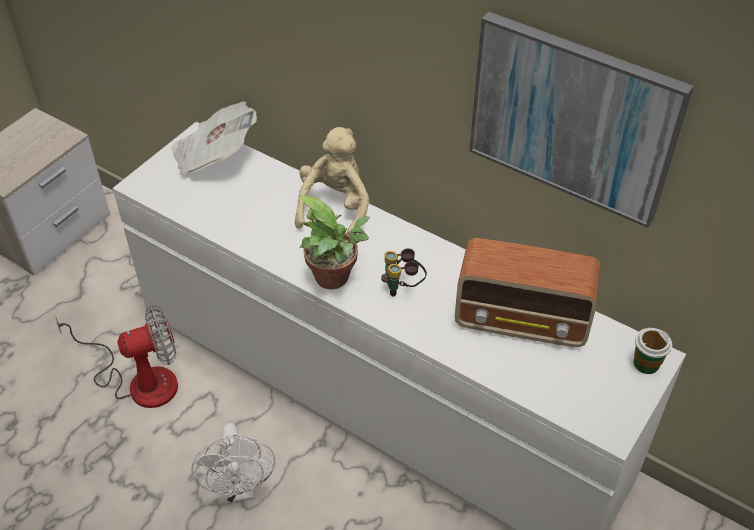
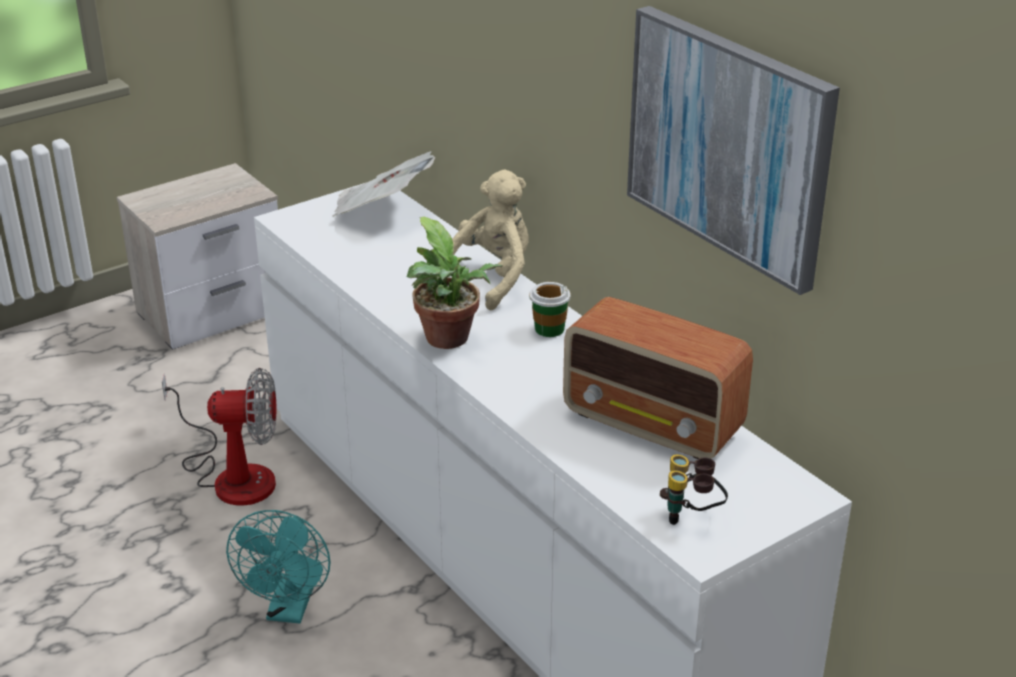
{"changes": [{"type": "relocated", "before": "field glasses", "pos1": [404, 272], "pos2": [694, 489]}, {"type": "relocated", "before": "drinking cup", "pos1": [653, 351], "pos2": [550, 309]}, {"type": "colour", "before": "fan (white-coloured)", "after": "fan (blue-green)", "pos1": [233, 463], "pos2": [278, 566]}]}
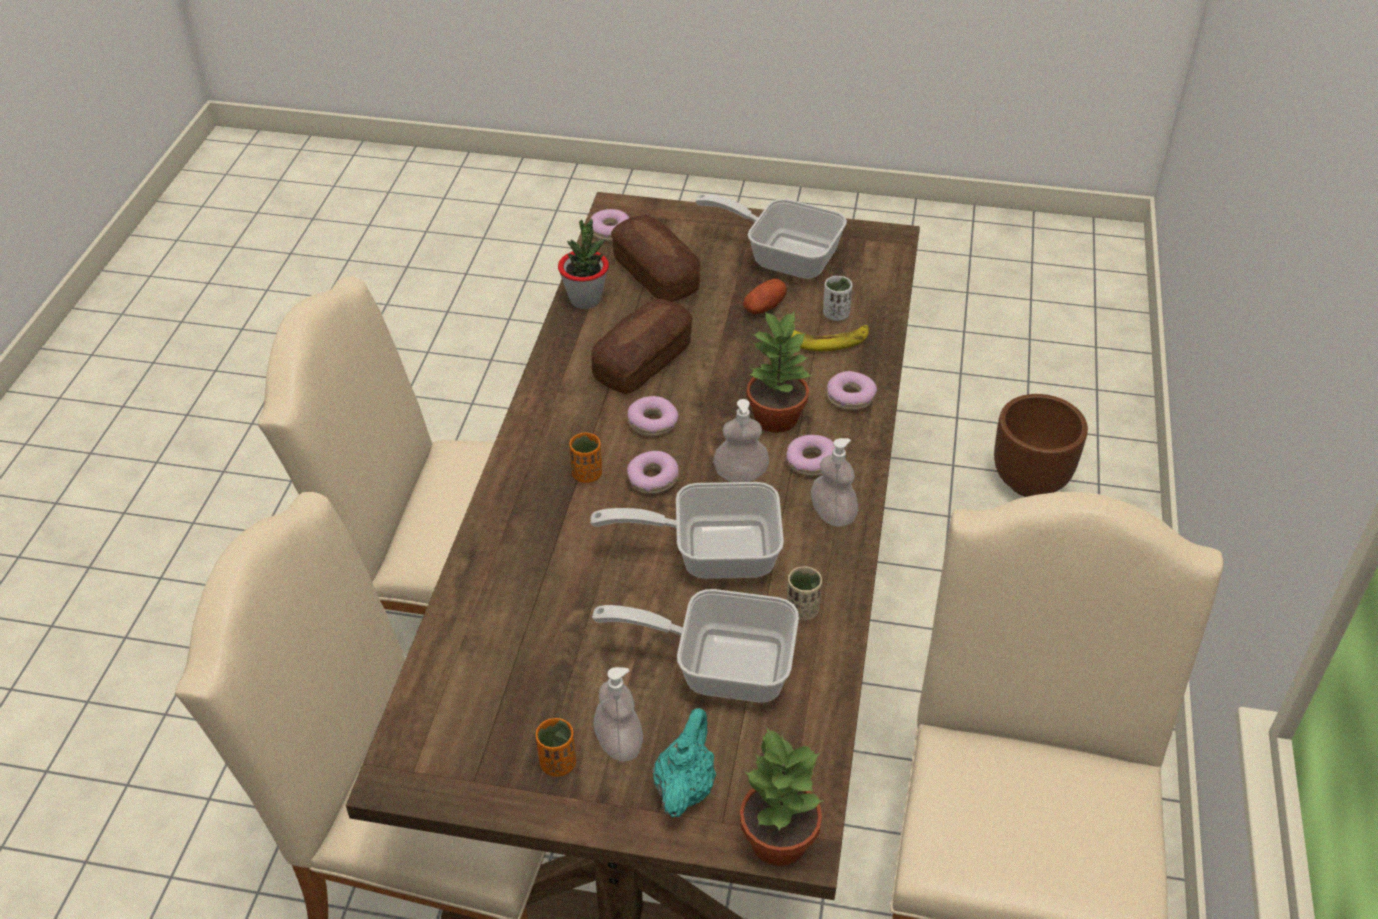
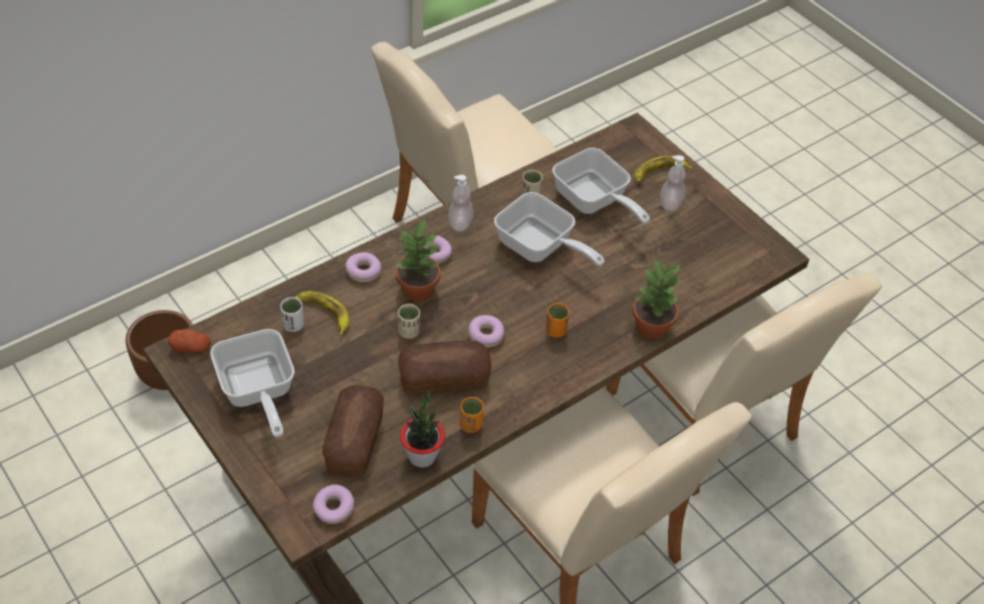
{"changes": [{"type": "relocated", "before": "spud", "pos1": [765, 296], "pos2": [189, 341]}, {"type": "missing", "before": "soap dispenser", "pos1": [741, 440]}, {"type": "missing", "before": "ring doughnut", "pos1": [653, 472]}, {"type": "exchanged", "before": "pot for tea (blue-green)", "after": "banana fruit", "pos1": [684, 763], "pos2": [663, 169]}, {"type": "relocated", "before": "drinking cup (orangey)", "pos1": [556, 747], "pos2": [472, 415]}, {"type": "relocated", "before": "potted plant", "pos1": [782, 796], "pos2": [656, 299]}, {"type": "appeared", "after": "drinking cup (beige-coloured)", "pos2": [409, 321]}]}
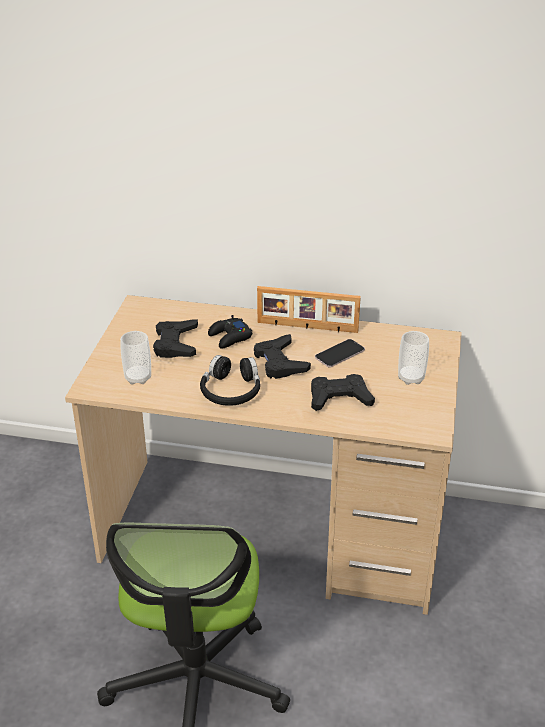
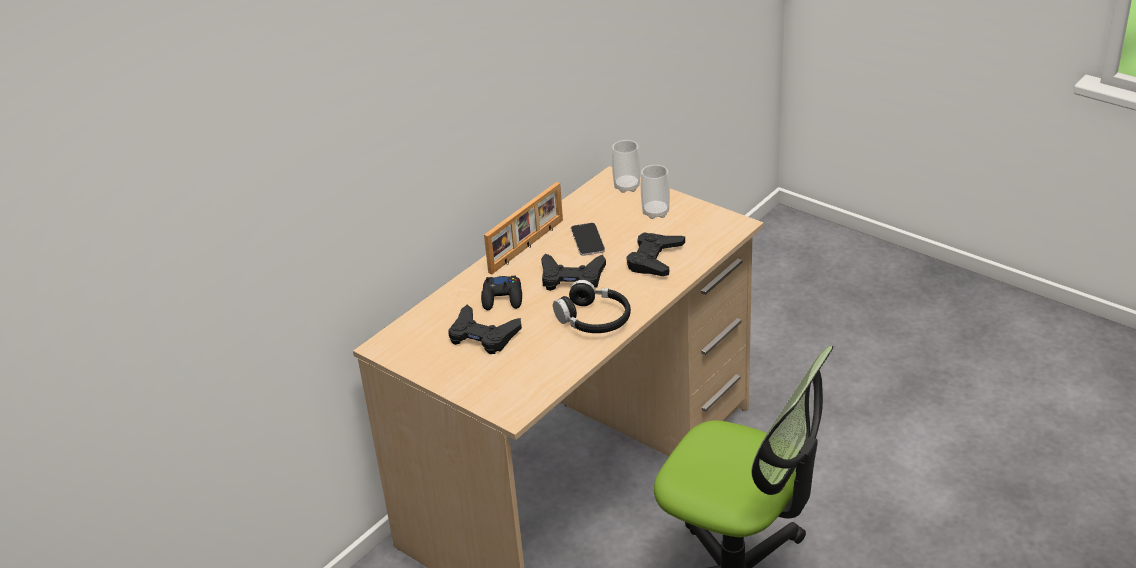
{"changes": [{"type": "relocated", "before": "drinking cup", "pos1": [135, 358], "pos2": [626, 166]}]}
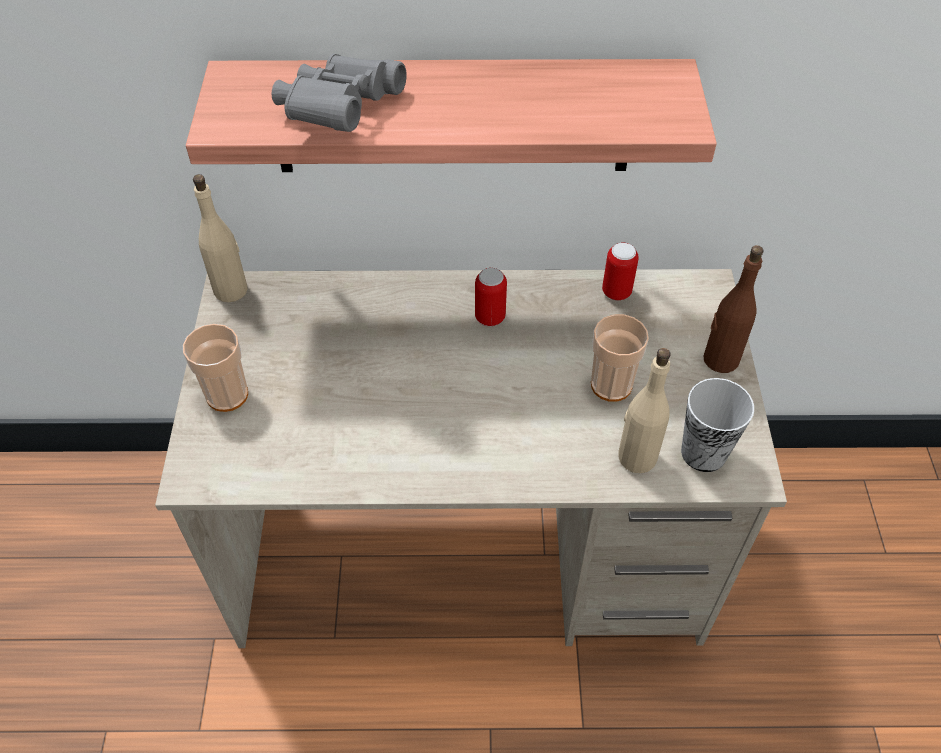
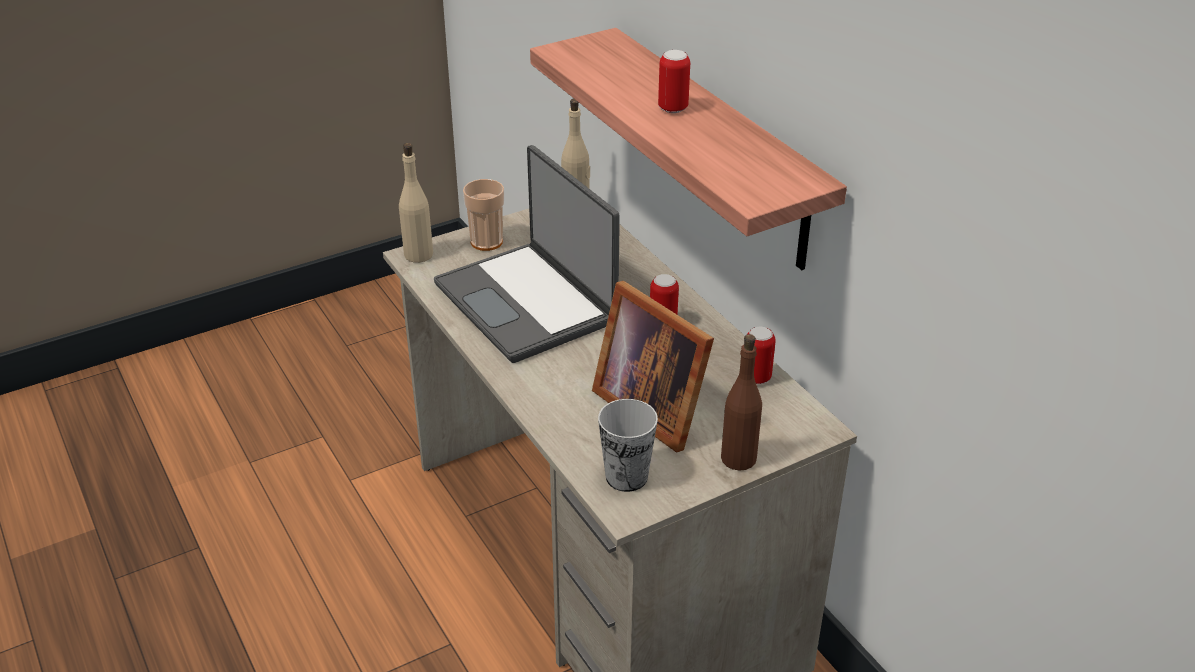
{"changes": [{"type": "missing", "before": "field glasses (grey)", "pos1": [339, 93]}, {"type": "exchanged", "before": "drinking cup", "after": "standing frame", "pos1": [620, 358], "pos2": [653, 366]}, {"type": "relocated", "before": "bottle (beige-coloured)", "pos1": [644, 410], "pos2": [416, 203]}, {"type": "appeared", "after": "metal can", "pos2": [674, 81]}, {"type": "appeared", "after": "portable computer", "pos2": [527, 254]}]}
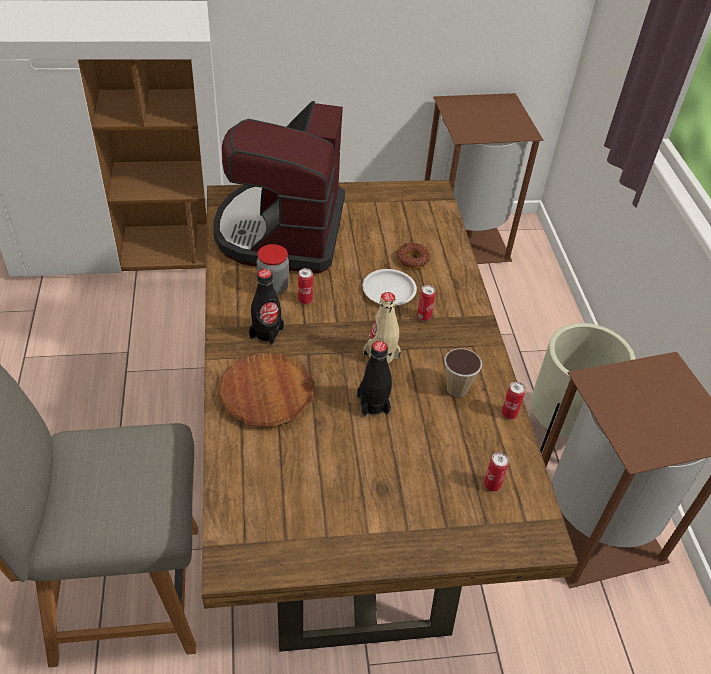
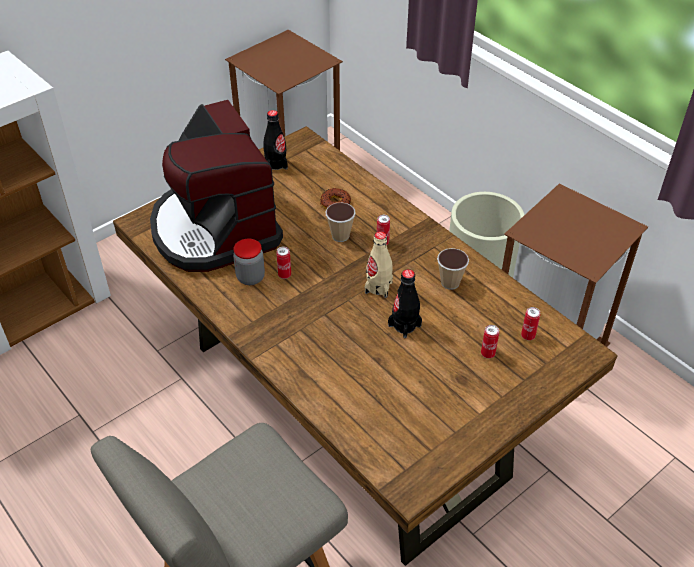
{"changes": [{"type": "relocated", "before": "bottle (black)", "pos1": [266, 307], "pos2": [275, 140]}, {"type": "exchanged", "before": "flat dish (white-coloured)", "after": "drinking cup", "pos1": [389, 287], "pos2": [340, 222]}, {"type": "missing", "before": "flat dish (brown-coloured)", "pos1": [266, 390]}, {"type": "relocated", "before": "metal can", "pos1": [513, 400], "pos2": [490, 341]}]}
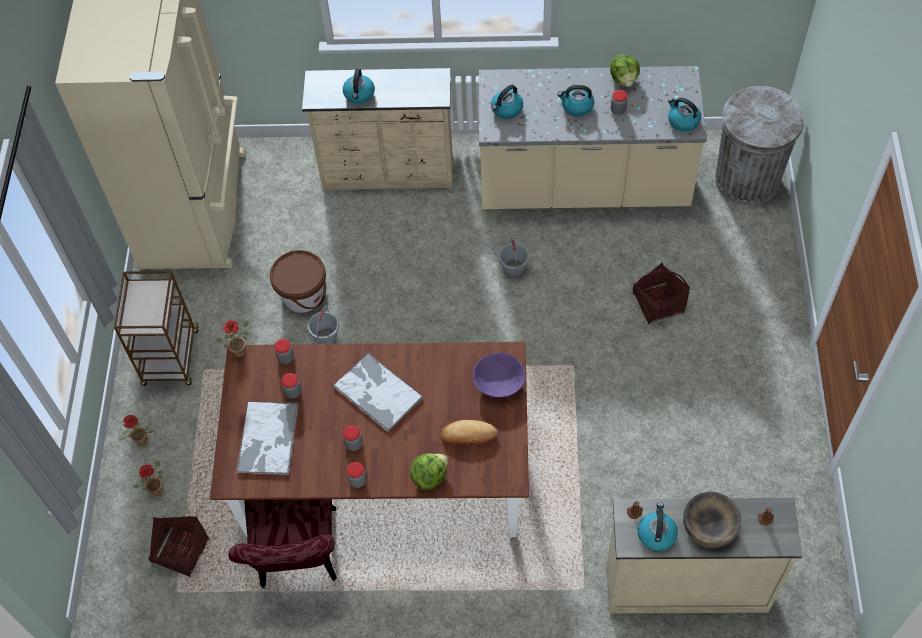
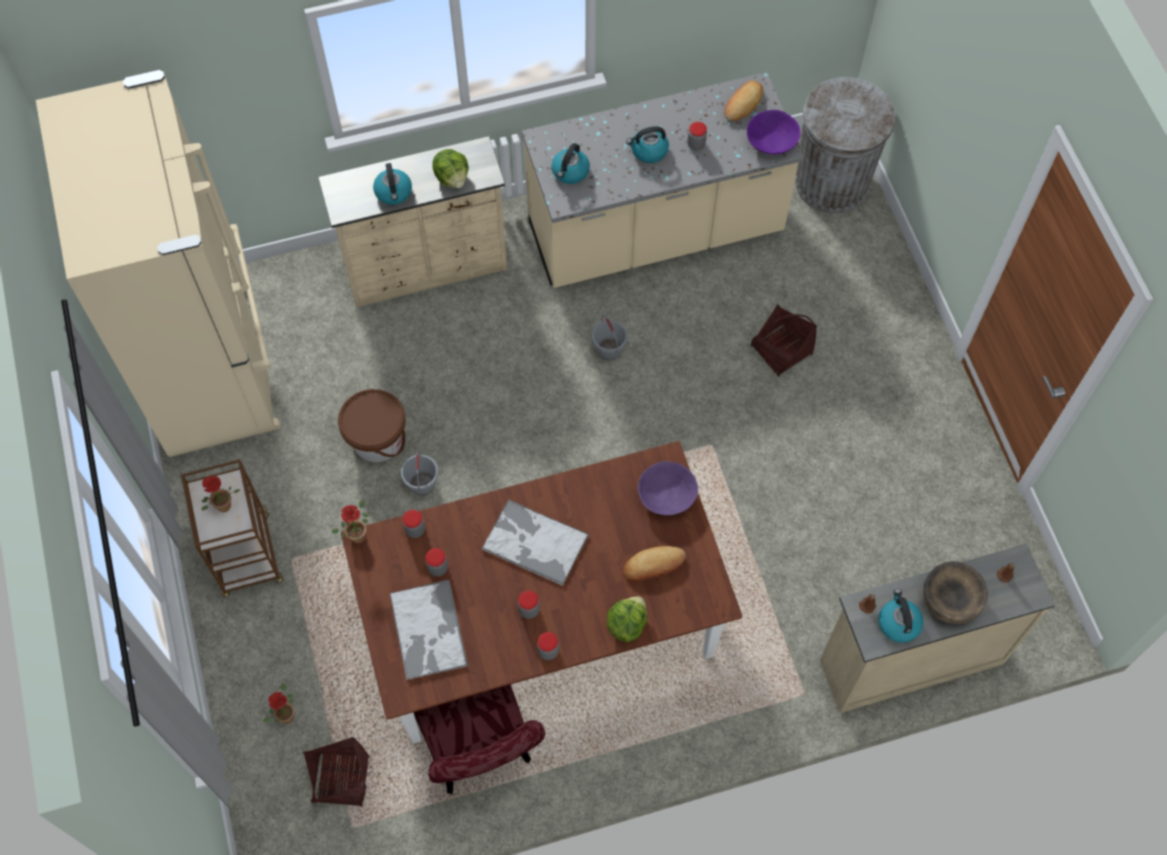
{"changes": [{"type": "relocated", "before": "head of lettuce", "pos1": [625, 70], "pos2": [450, 168]}, {"type": "exchanged", "before": "water kettle", "after": "deep dish (purplish)", "pos1": [684, 114], "pos2": [774, 132]}, {"type": "relocated", "before": "potted plant", "pos1": [136, 430], "pos2": [221, 494]}, {"type": "appeared", "after": "baked bread", "pos2": [743, 100]}]}
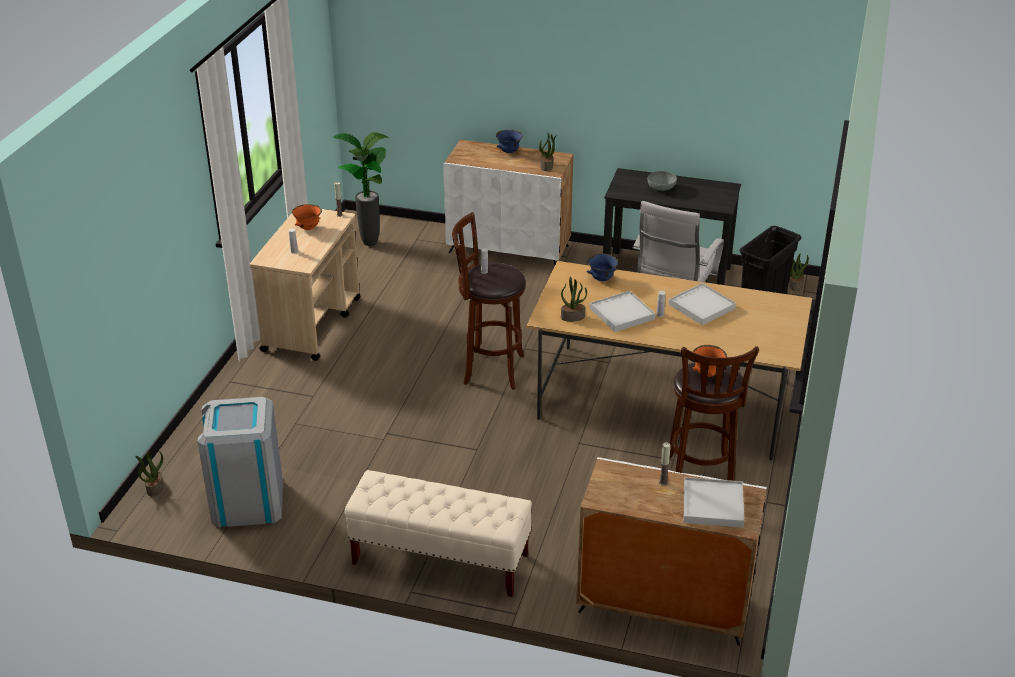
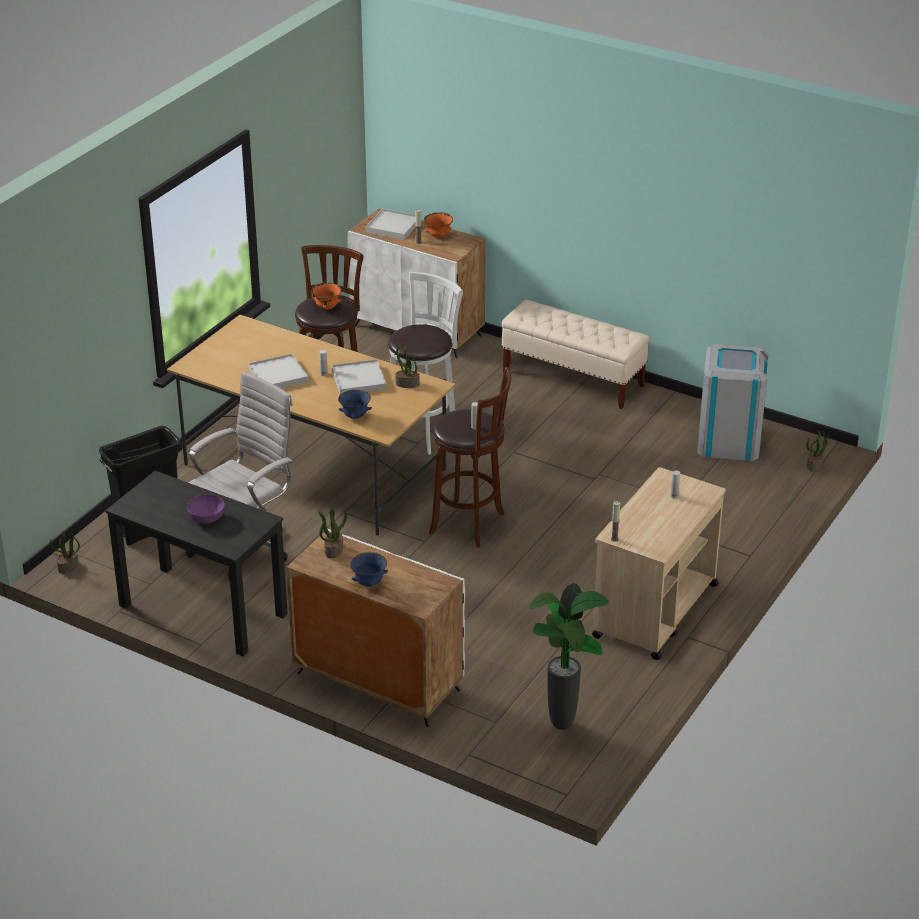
{"changes": [{"type": "colour", "before": "deep dish (grey)", "after": "deep dish (purplish)", "pos1": [662, 181], "pos2": [206, 509]}, {"type": "relocated", "before": "deep dish (orangey)", "pos1": [307, 217], "pos2": [438, 225]}, {"type": "appeared", "after": "stool seat (white-coloured)", "pos2": [425, 363]}]}
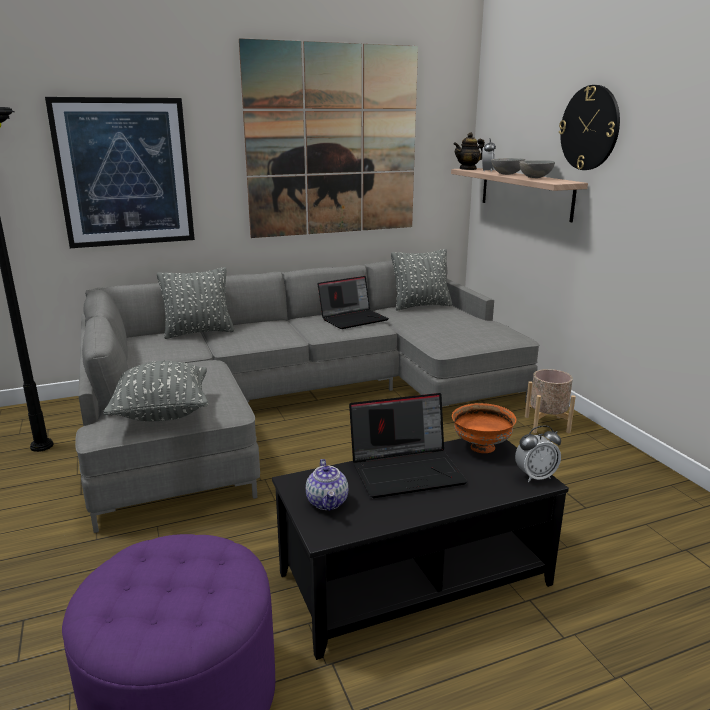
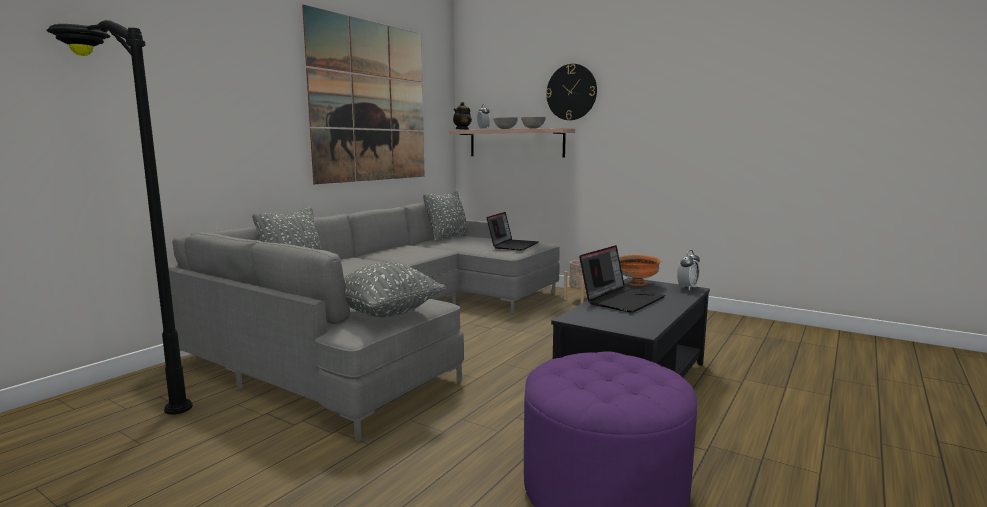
{"changes": [{"type": "missing", "before": "wall picture", "pos1": [120, 172]}, {"type": "relocated", "before": "portable computer", "pos1": [353, 302], "pos2": [513, 231]}, {"type": "missing", "before": "pot for tea", "pos1": [327, 485]}]}
